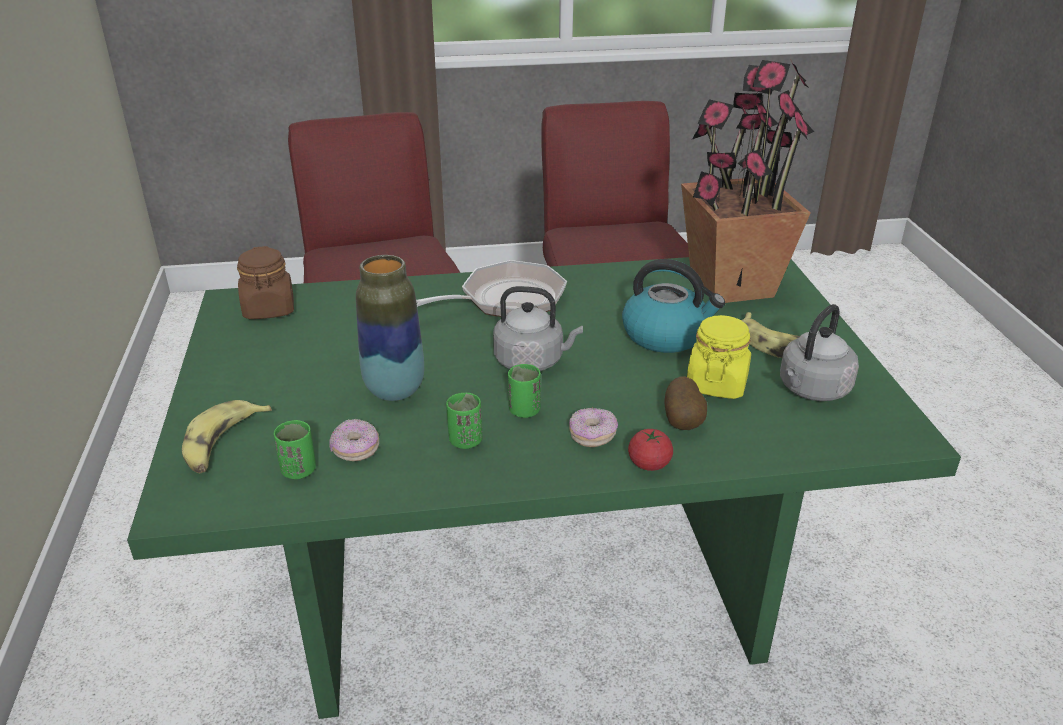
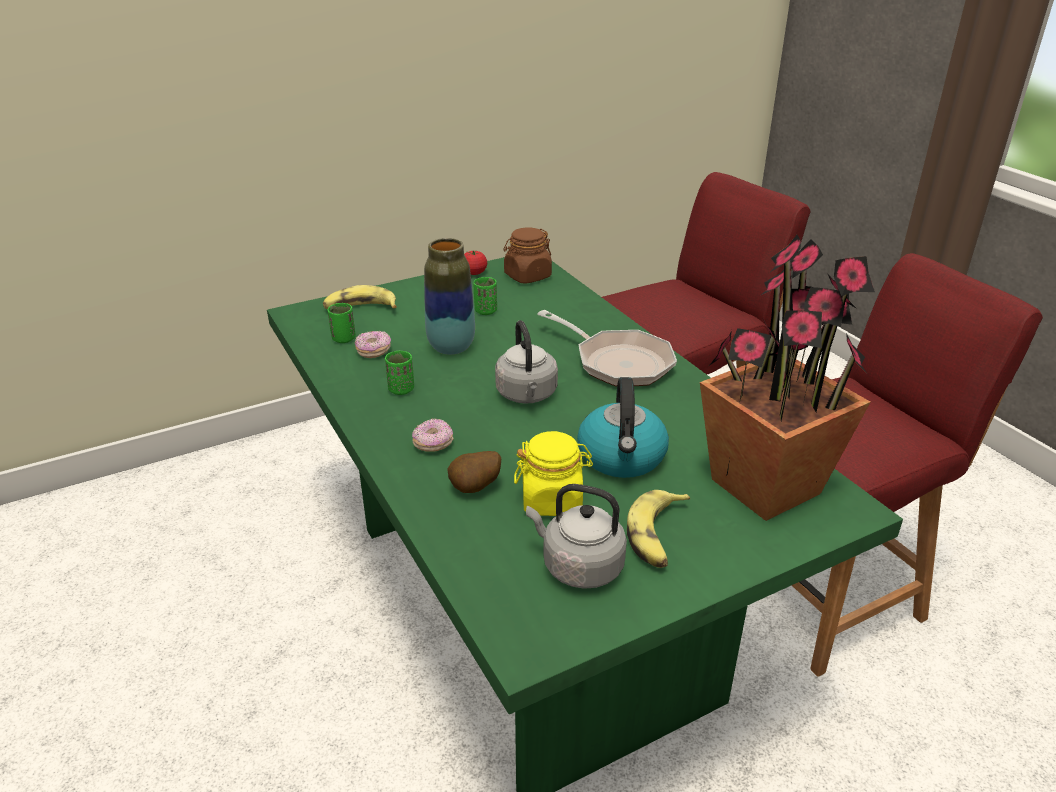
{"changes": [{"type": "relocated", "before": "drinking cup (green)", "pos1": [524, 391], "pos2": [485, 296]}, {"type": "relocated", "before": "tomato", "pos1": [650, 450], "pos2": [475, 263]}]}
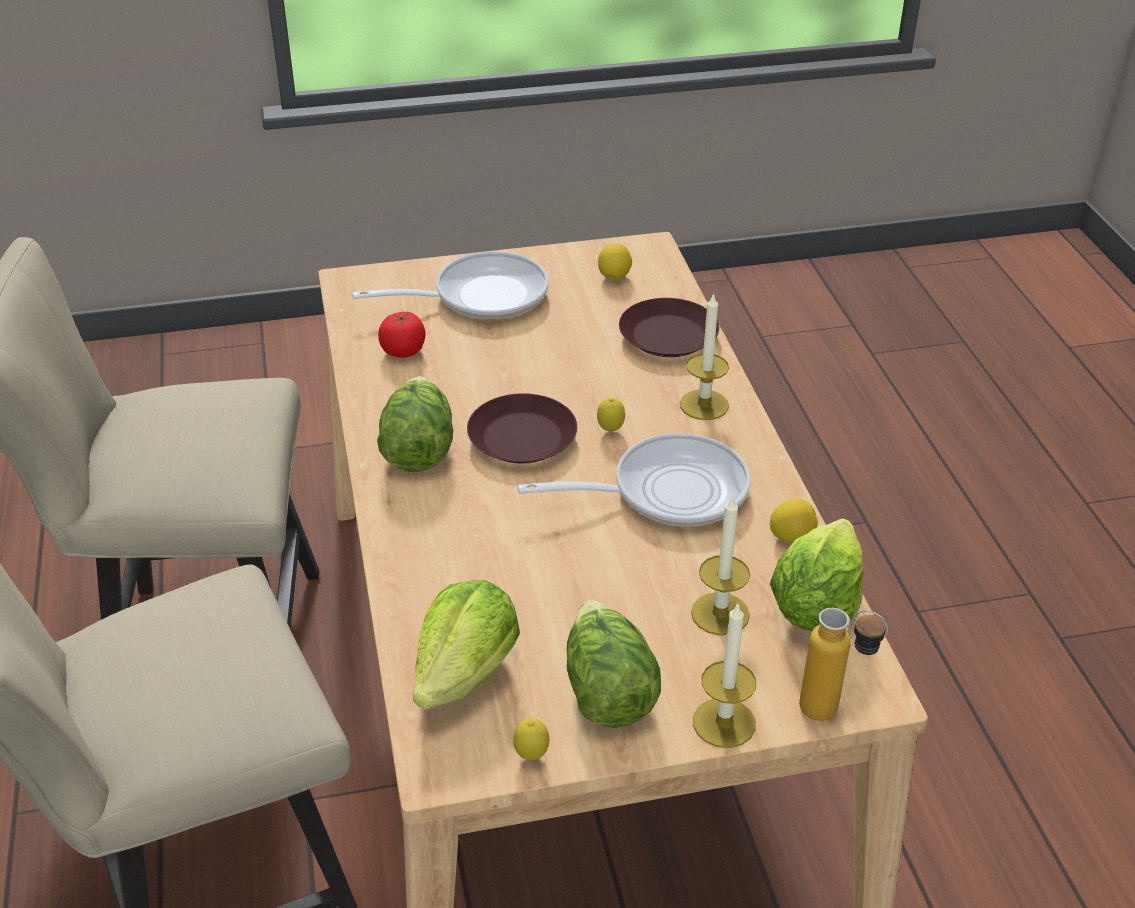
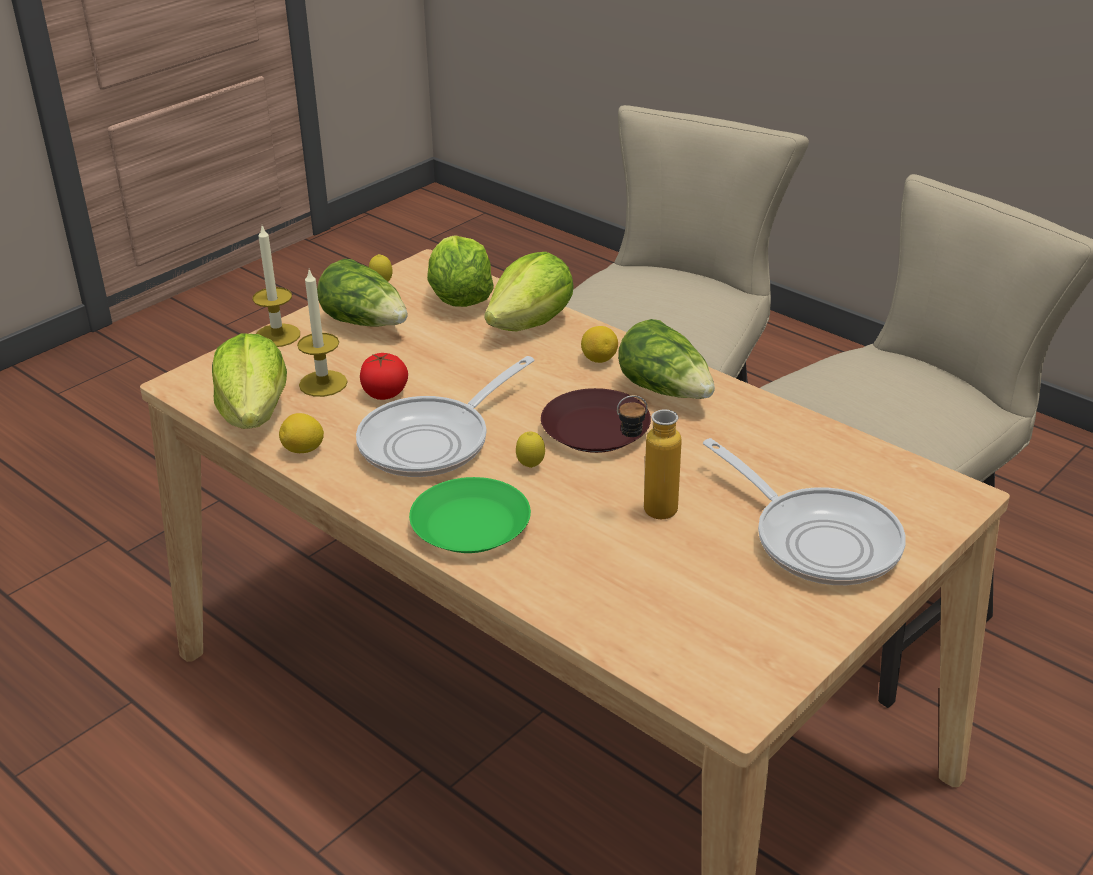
{"changes": [{"type": "relocated", "before": "whole lemon", "pos1": [615, 262], "pos2": [599, 344]}, {"type": "spun", "before": "pan", "pos1": [450, 286], "pos2": [804, 511], "turn": -75}, {"type": "exchanged", "before": "candle", "after": "flat dish (green)", "pos1": [704, 356], "pos2": [470, 515]}, {"type": "missing", "before": "flat dish (brown-coloured)", "pos1": [669, 327]}, {"type": "relocated", "before": "tomato", "pos1": [402, 335], "pos2": [384, 376]}, {"type": "relocated", "before": "bottle", "pos1": [843, 664], "pos2": [649, 457]}, {"type": "appeared", "after": "head of lettuce", "pos2": [529, 291]}]}
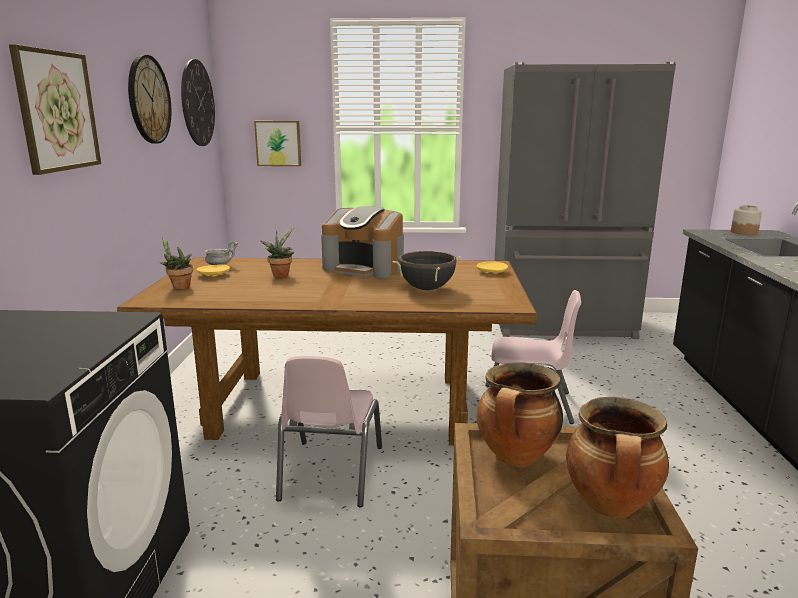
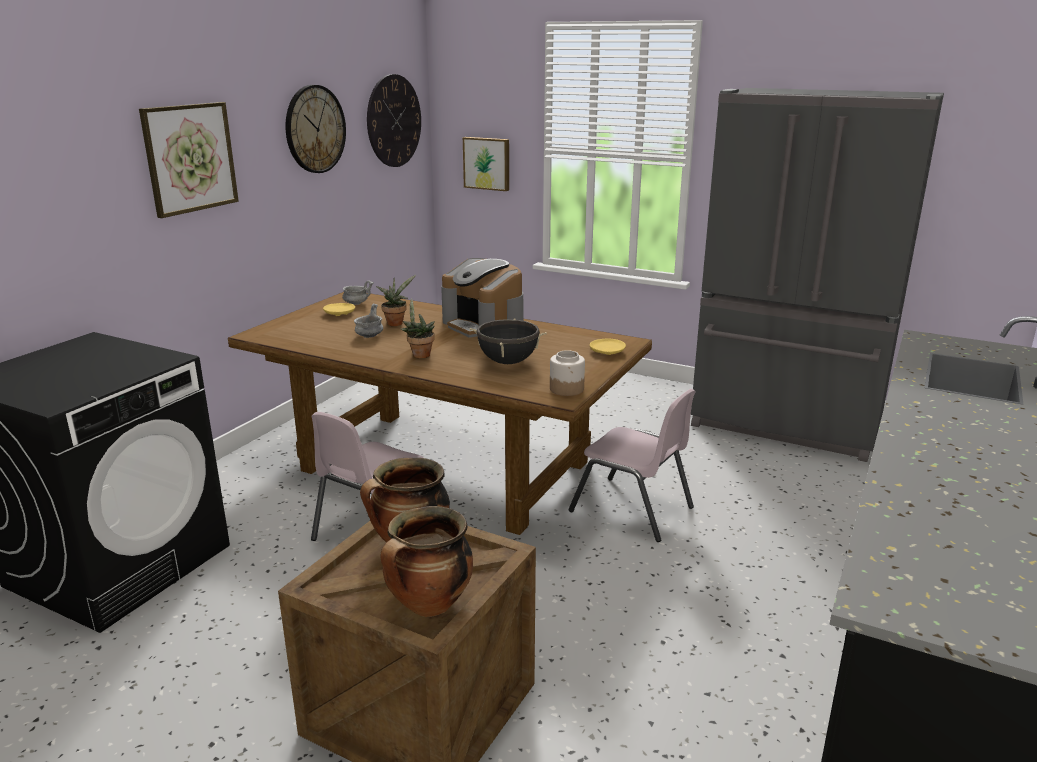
{"changes": [{"type": "relocated", "before": "storage jar", "pos1": [746, 220], "pos2": [567, 373]}, {"type": "relocated", "before": "potted plant", "pos1": [176, 263], "pos2": [417, 328]}, {"type": "appeared", "after": "deep dish (grey)", "pos2": [368, 321]}]}
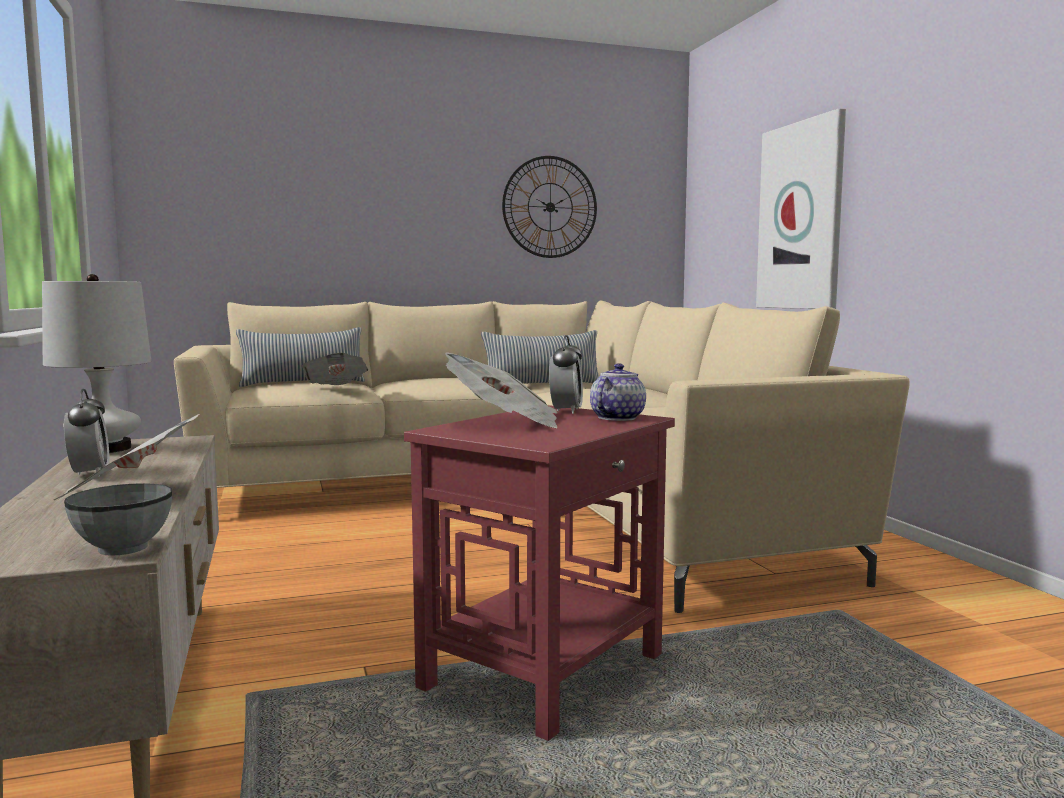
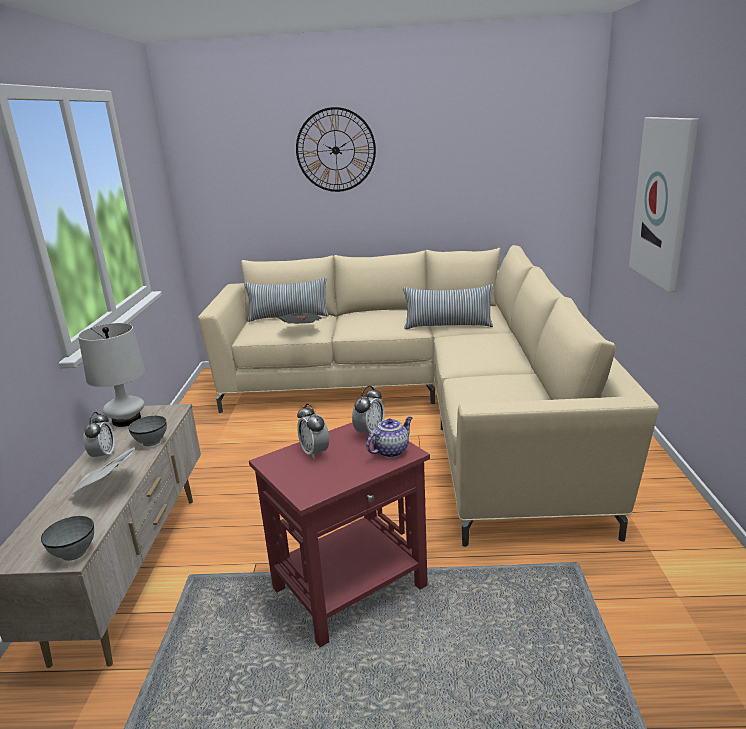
{"changes": [{"type": "relocated", "before": "hanging clock", "pos1": [549, 207], "pos2": [336, 149]}, {"type": "exchanged", "before": "newspaper", "after": "table clock", "pos1": [501, 390], "pos2": [313, 431]}, {"type": "appeared", "after": "deep dish (grey)", "pos2": [148, 431]}]}
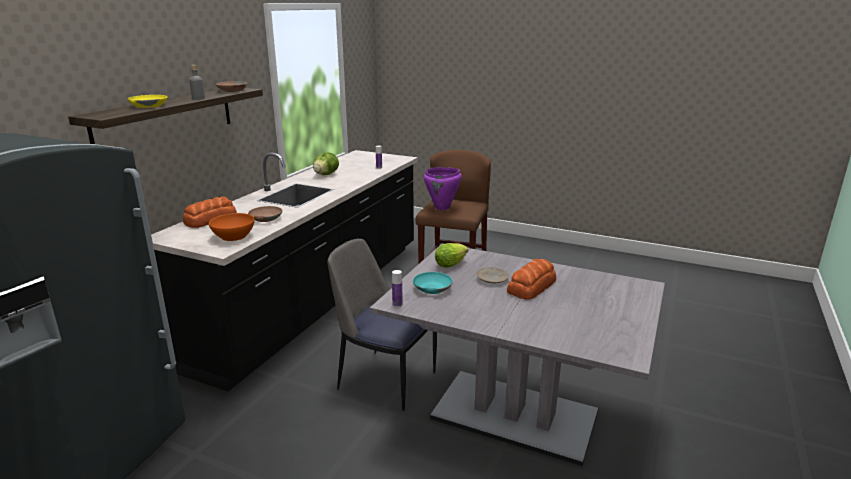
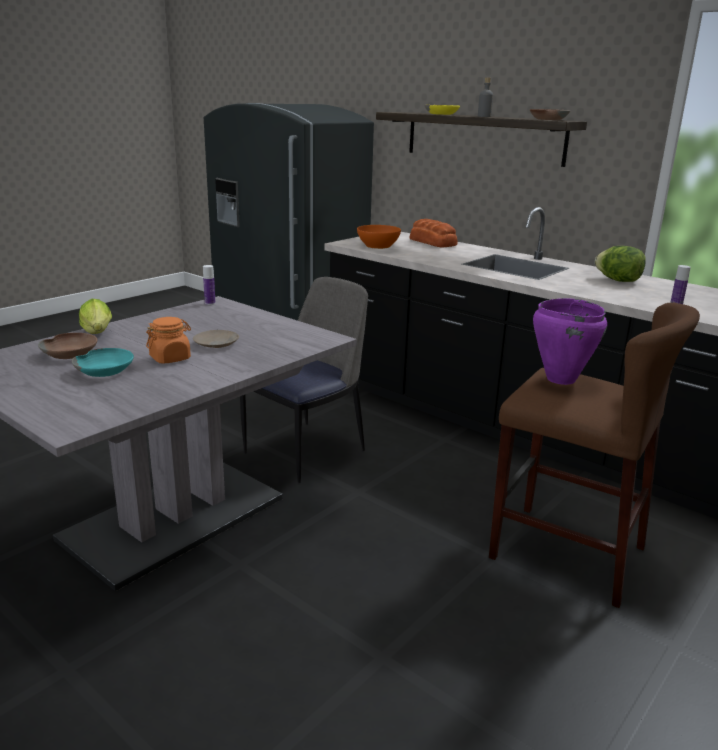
{"changes": [{"type": "relocated", "before": "deep dish (brown-coloured)", "pos1": [265, 214], "pos2": [67, 346]}, {"type": "relocated", "before": "head of lettuce", "pos1": [451, 255], "pos2": [95, 316]}, {"type": "exchanged", "before": "baked bread", "after": "storage jar (orangey)", "pos1": [531, 279], "pos2": [168, 340]}, {"type": "relocated", "before": "deep dish (blue-green)", "pos1": [433, 283], "pos2": [103, 362]}]}
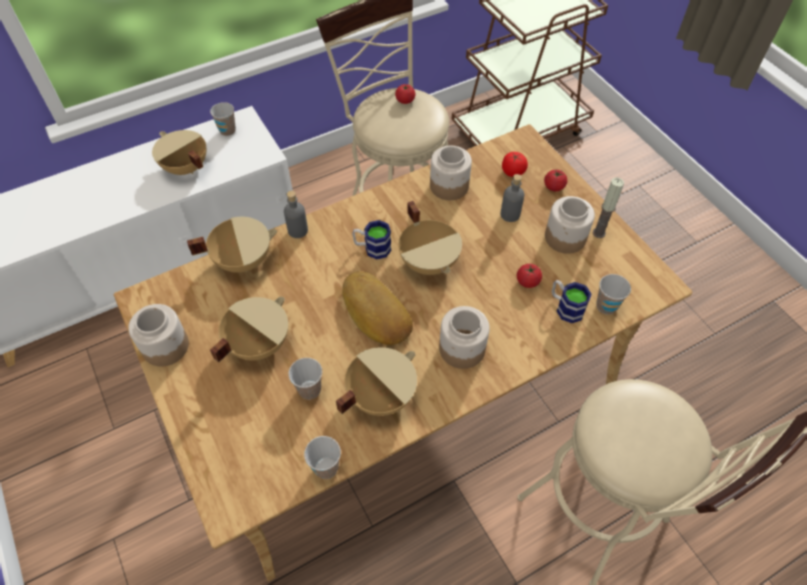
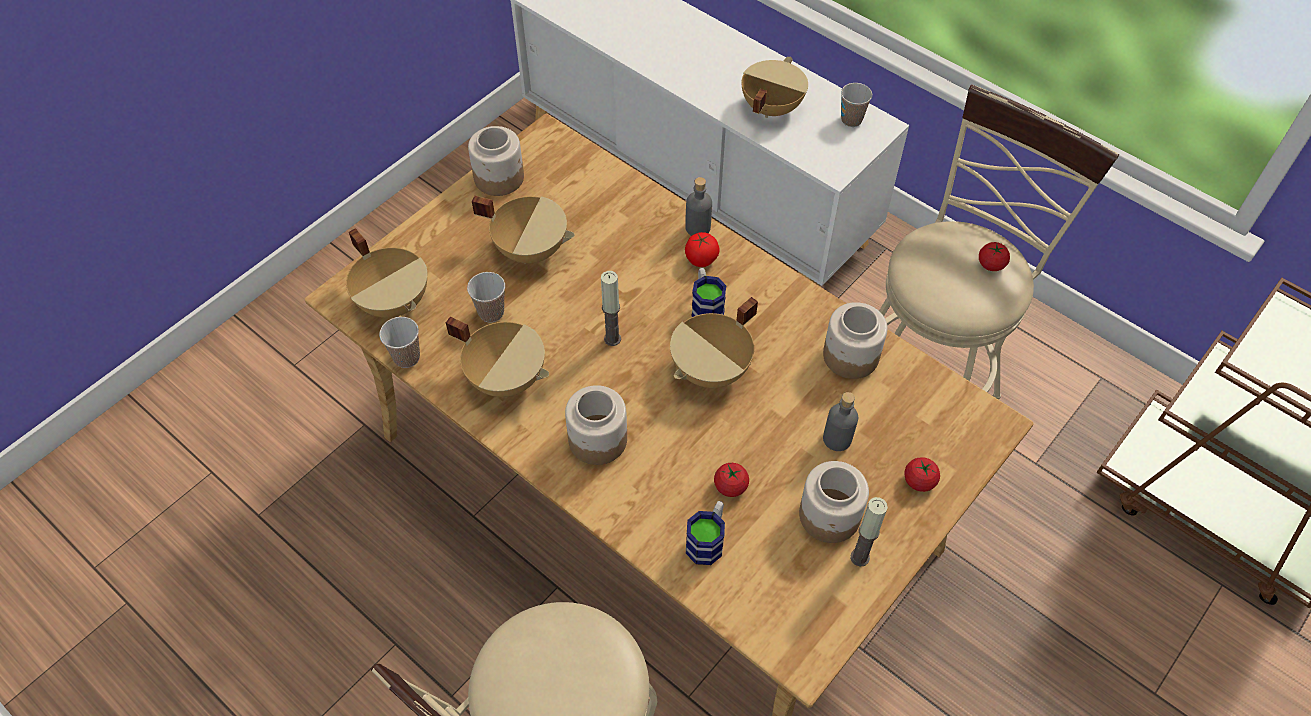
{"changes": [{"type": "relocated", "before": "tomato", "pos1": [515, 164], "pos2": [702, 249]}, {"type": "relocated", "before": "cooking pot (beige-coloured)", "pos1": [232, 245], "pos2": [386, 273]}, {"type": "exchanged", "before": "baked bread", "after": "candle", "pos1": [377, 308], "pos2": [611, 308]}, {"type": "missing", "before": "drinking cup", "pos1": [613, 294]}]}
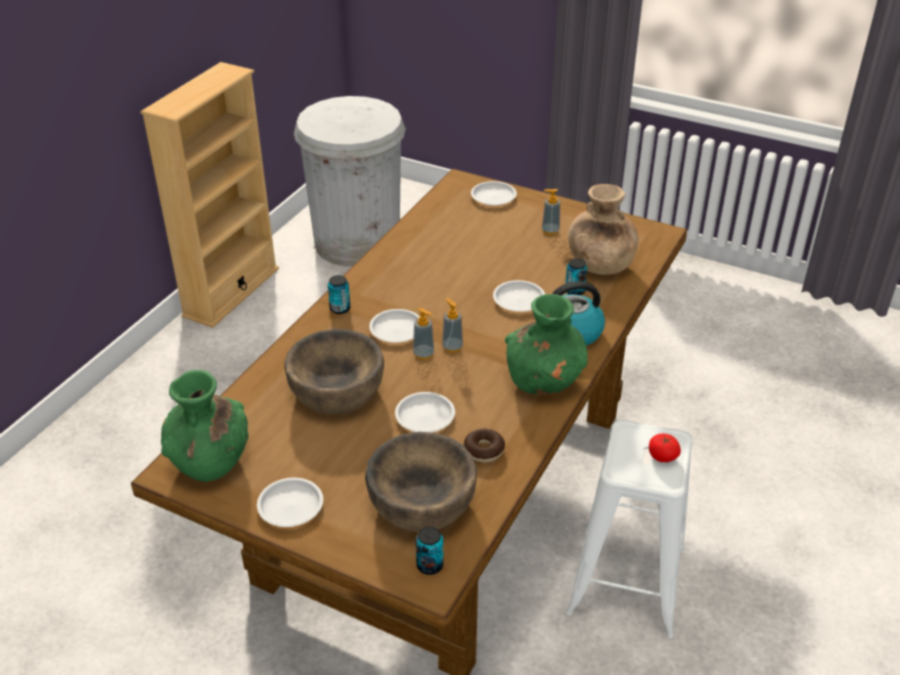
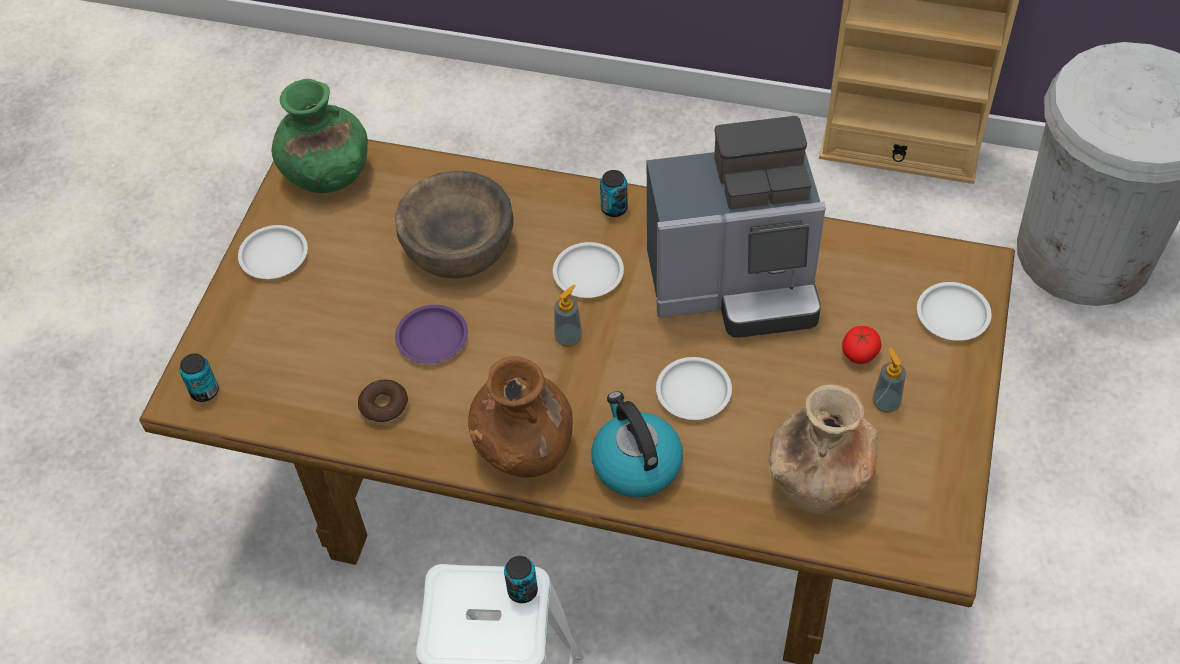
{"changes": [{"type": "relocated", "before": "metal can", "pos1": [576, 276], "pos2": [521, 579]}, {"type": "colour", "before": "flower vase (green)", "after": "flower vase (brown-coloured)", "pos1": [546, 344], "pos2": [520, 416]}, {"type": "missing", "before": "soap dispenser", "pos1": [423, 334]}, {"type": "colour", "before": "flat dish (white-coloured)", "after": "flat dish (purplish)", "pos1": [425, 412], "pos2": [431, 334]}, {"type": "missing", "before": "deep dish (brown-coloured)", "pos1": [421, 482]}, {"type": "relocated", "before": "tomato", "pos1": [665, 448], "pos2": [861, 345]}, {"type": "appeared", "after": "coffee machine", "pos2": [736, 227]}]}
